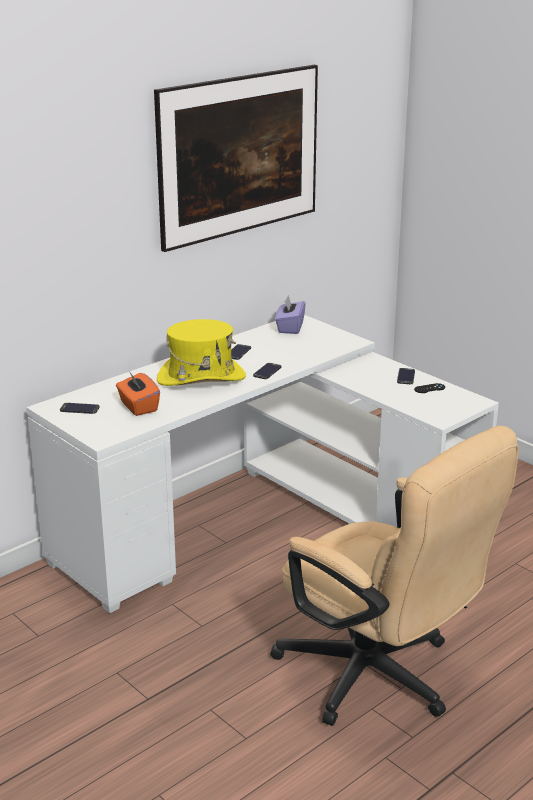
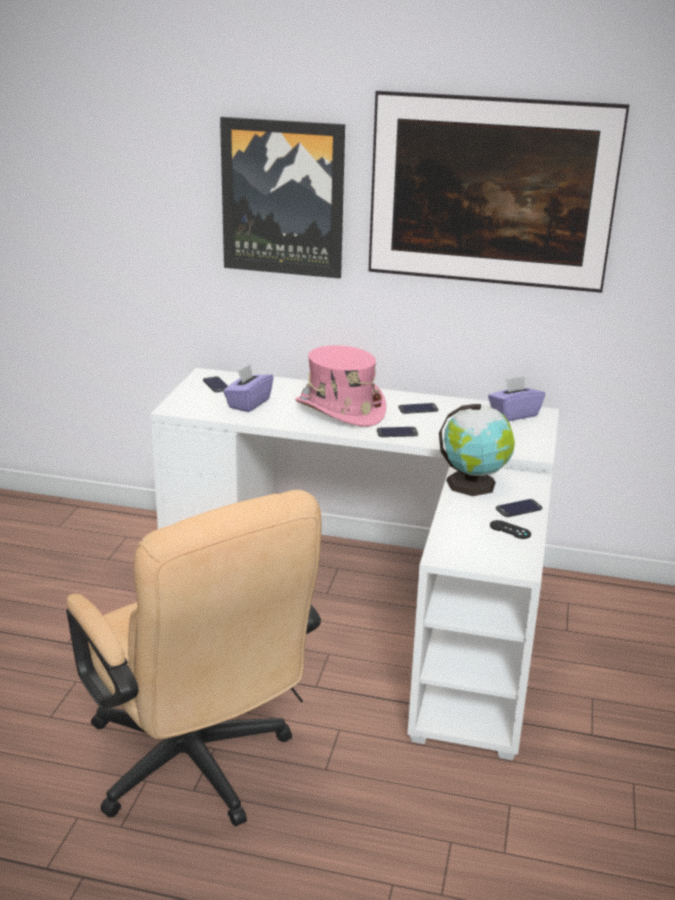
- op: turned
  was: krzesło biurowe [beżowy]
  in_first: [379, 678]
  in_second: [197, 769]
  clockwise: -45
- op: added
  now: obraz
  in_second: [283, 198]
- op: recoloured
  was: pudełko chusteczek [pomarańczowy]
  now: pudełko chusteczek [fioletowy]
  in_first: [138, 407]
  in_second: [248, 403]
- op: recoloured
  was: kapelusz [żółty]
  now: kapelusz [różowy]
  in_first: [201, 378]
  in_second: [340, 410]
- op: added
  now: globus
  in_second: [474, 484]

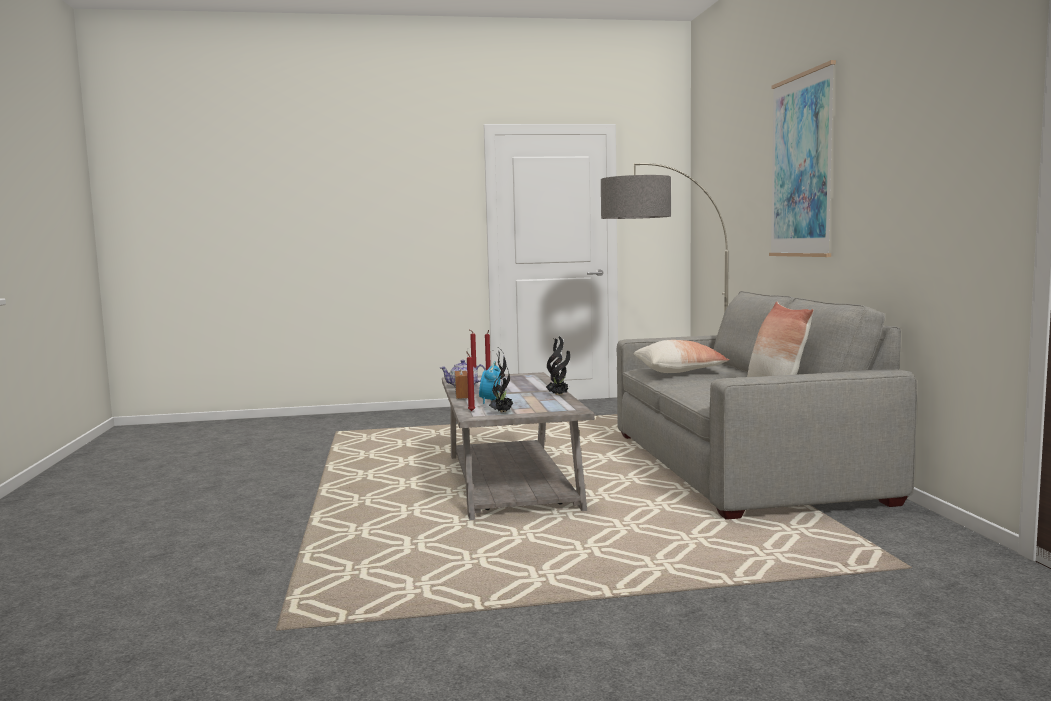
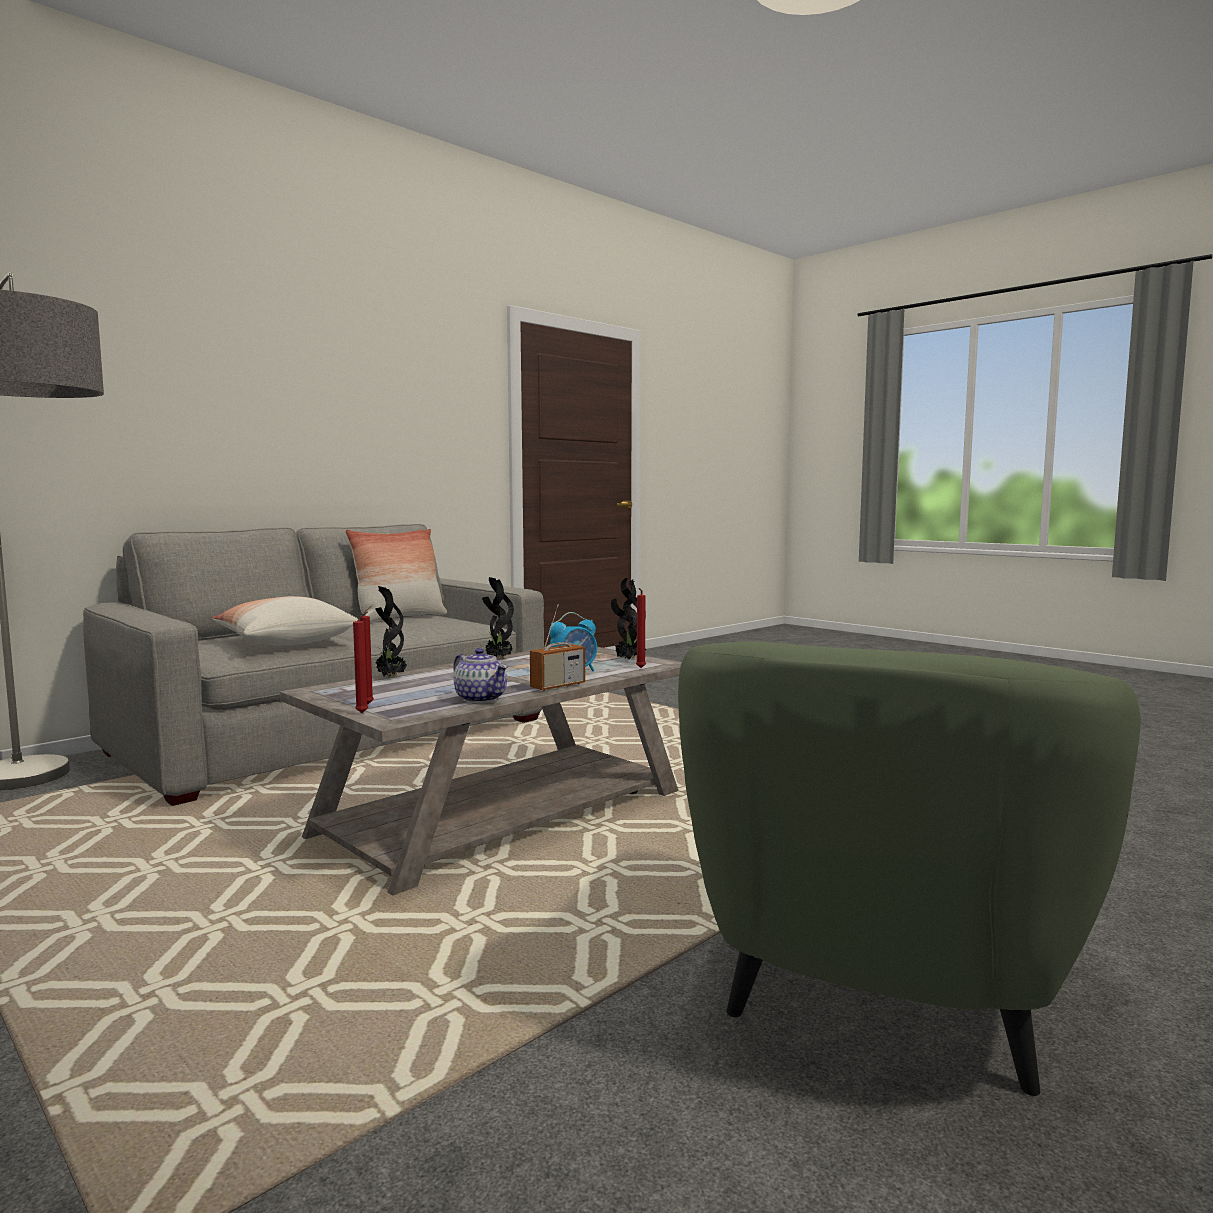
- op: added
  now: roślina doniczkowa
  in_second: [390, 677]
- op: added
  now: fotel [zielony]
  in_second: [886, 984]
- op: removed
  was: obraz
  in_first: [801, 166]

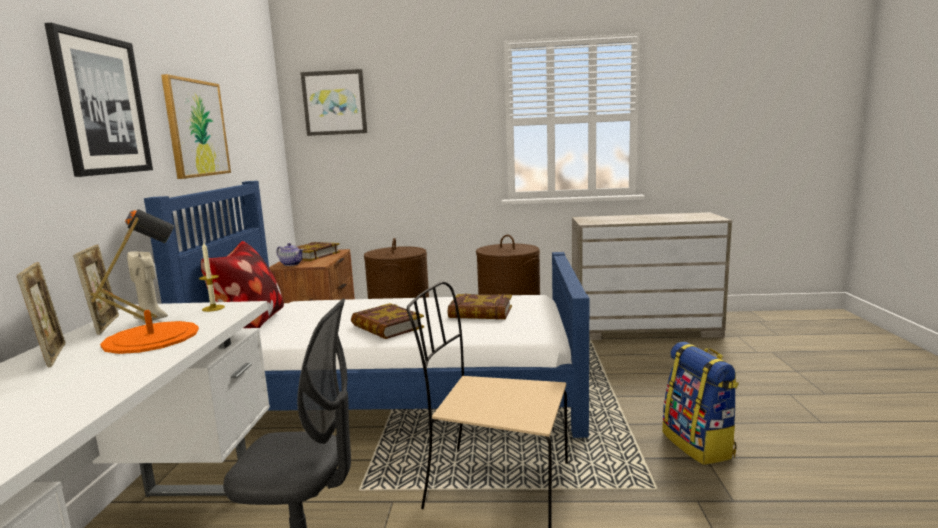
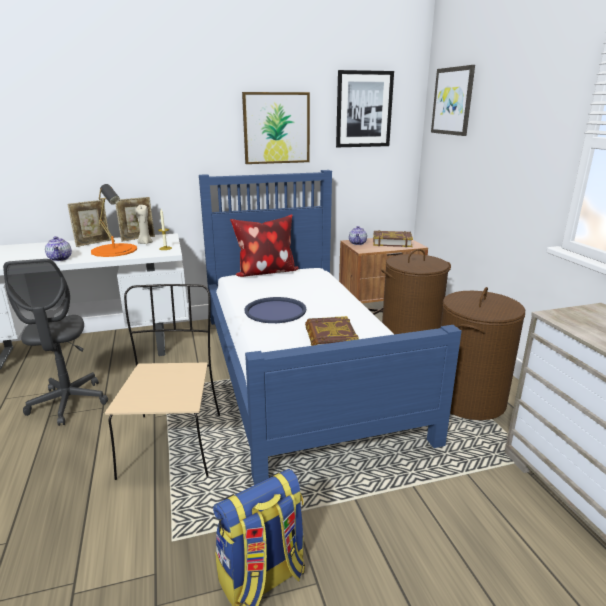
- op: added
  now: imbryk
  in_second: [60, 259]
- op: replaced
  was: książka
  now: taca [niebieski]
  in_first: [387, 327]
  in_second: [275, 311]
- op: moved
  was: obraz
  in_first: [102, 105]
  in_second: [364, 109]

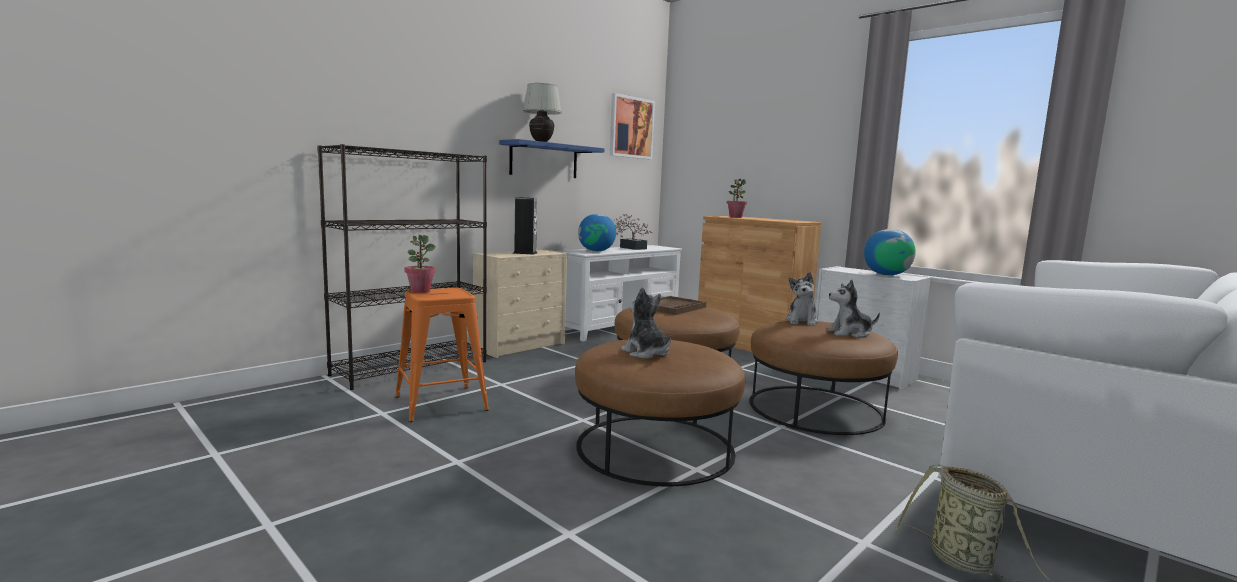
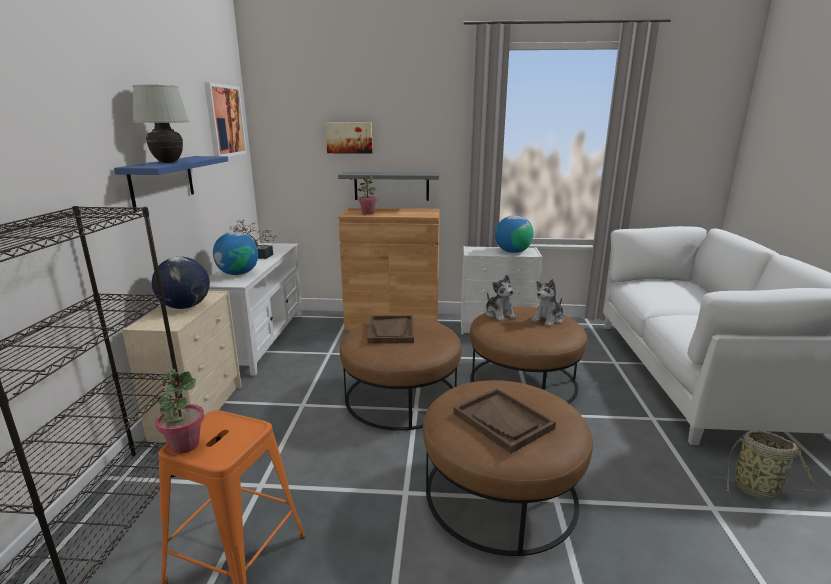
- op: replaced
  was: głośnik
  now: globus
  in_first: [525, 253]
  in_second: [185, 307]
- op: added
  now: obraz
  in_second: [349, 137]
- op: added
  now: półka [szary]
  in_second: [391, 186]
- op: replaced
  was: pluszak
  now: taca [brązowy]
  in_first: [646, 353]
  in_second: [503, 421]

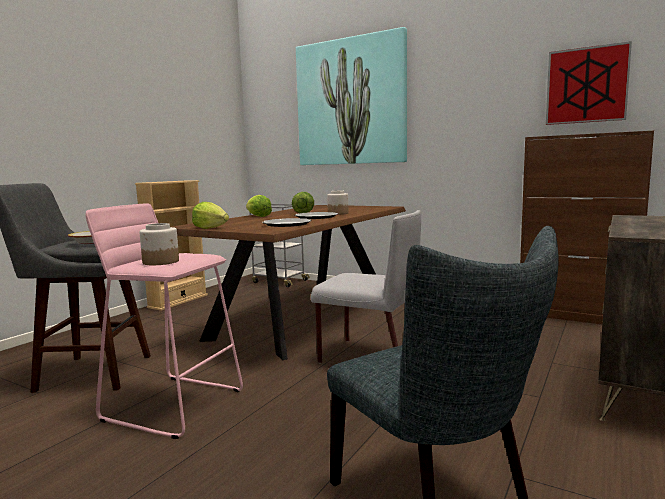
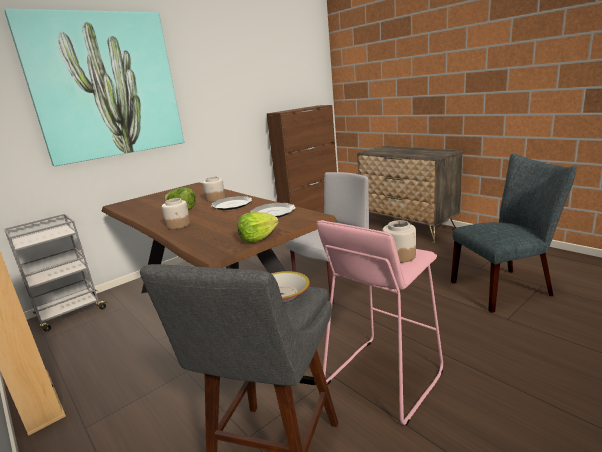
- op: replaced
  was: sałata
  now: słoik
  in_first: [258, 216]
  in_second: [178, 225]
- op: removed
  was: obraz
  in_first: [586, 85]

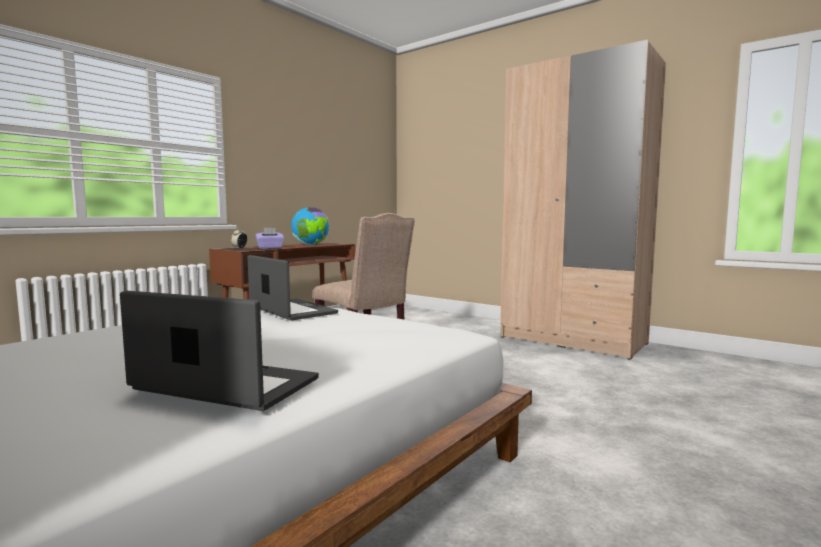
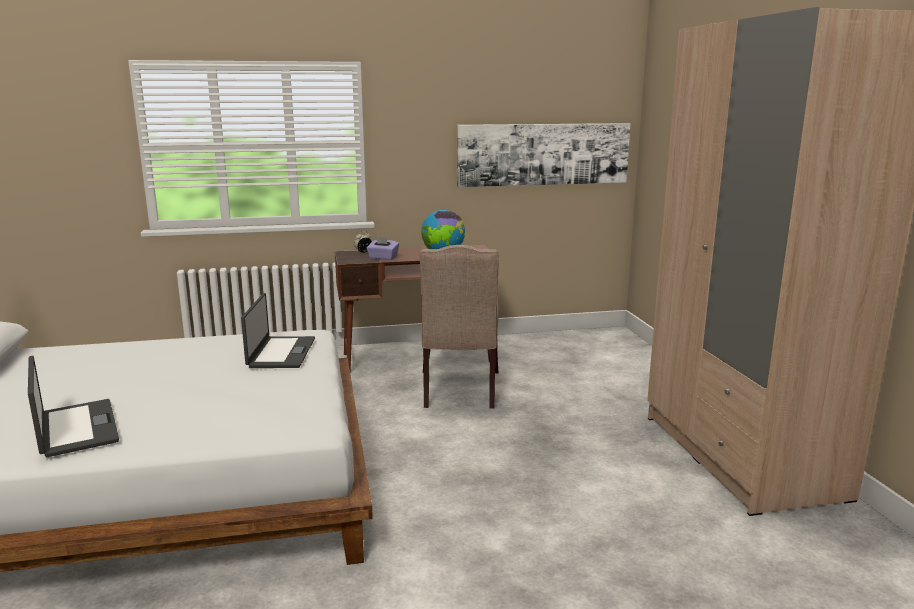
- op: added
  now: obraz
  in_second: [543, 154]

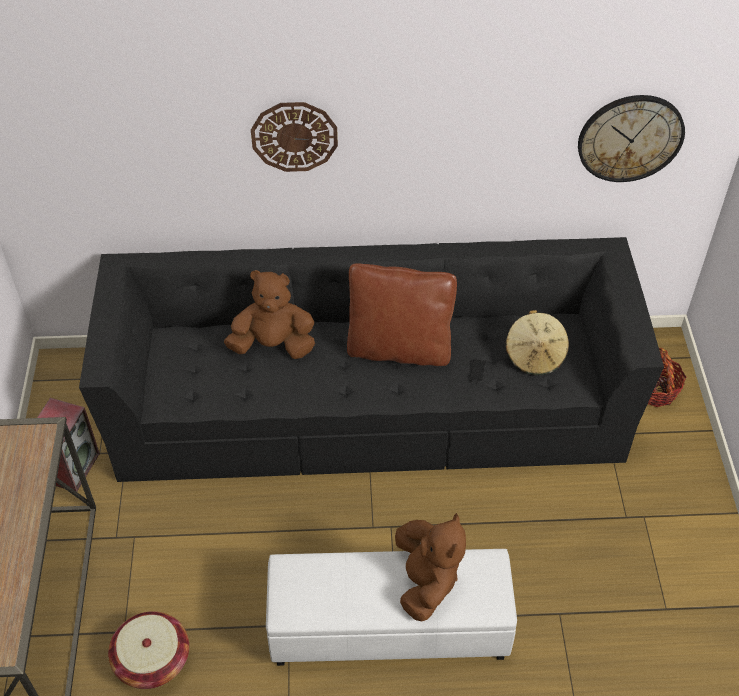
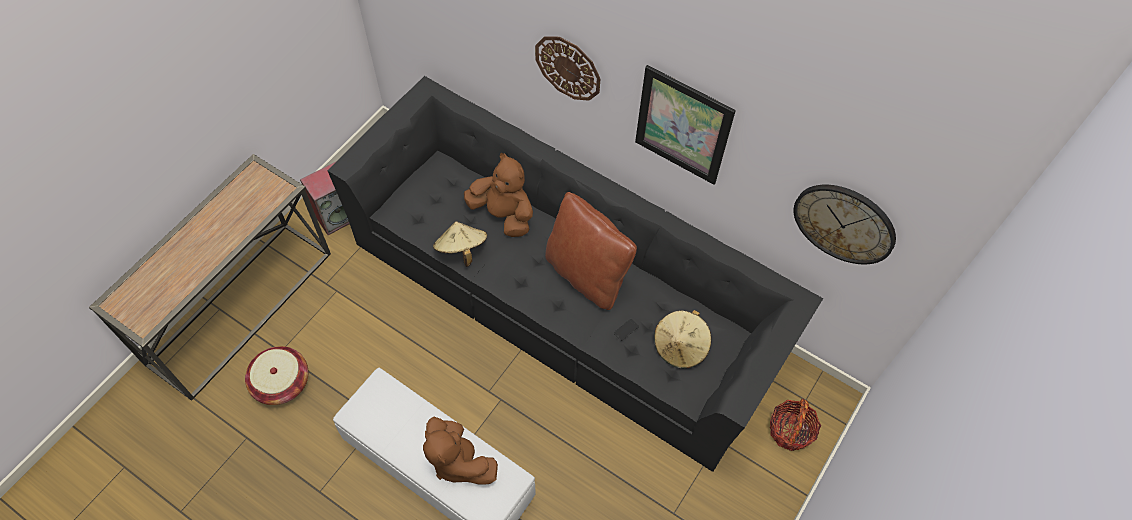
- op: turned
  was: pluszak [brązowy]
  in_first: [426, 581]
  in_second: [458, 460]
  clockwise: 105
- op: added
  now: kapelusz [beżowy]
  in_second: [461, 250]
- op: added
  now: obraz
  in_second: [682, 126]

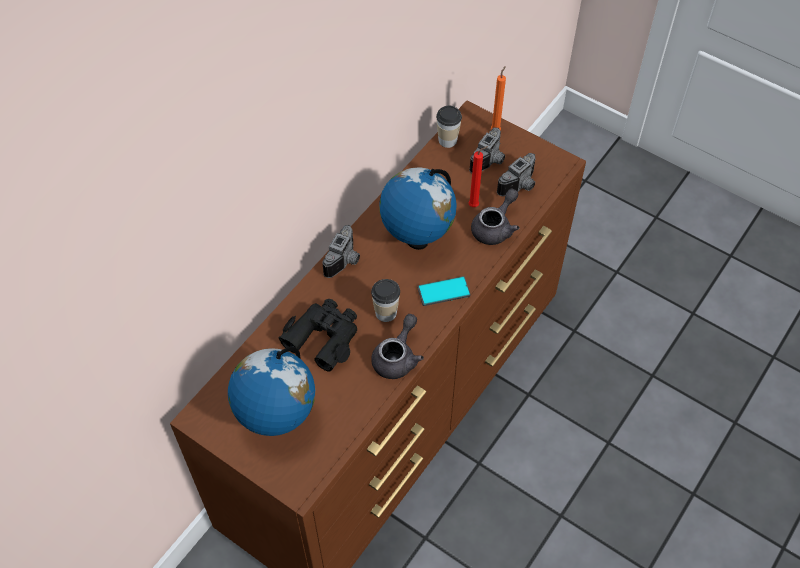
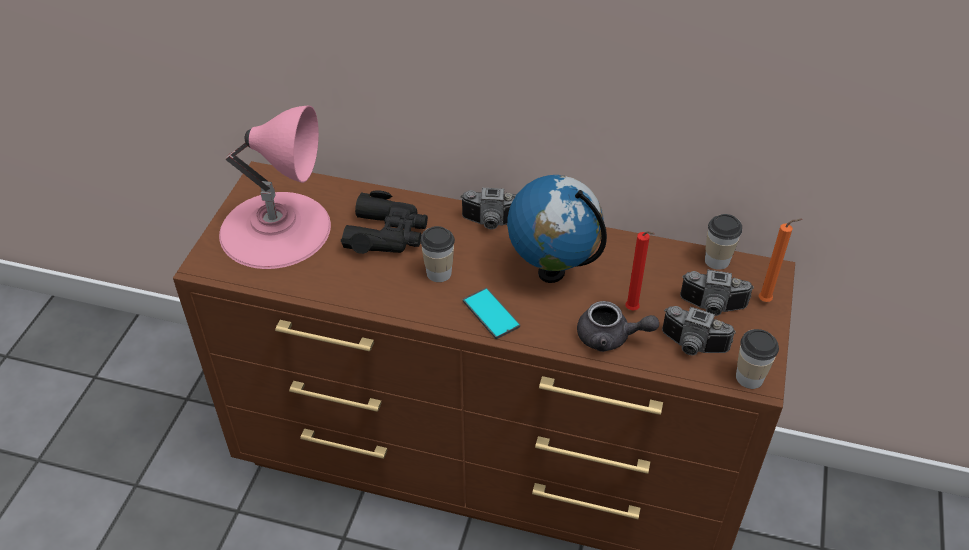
- op: replaced
  was: globus
  now: lampa stołowa [różowy]
  in_first: [277, 420]
  in_second: [275, 229]
- op: added
  now: filiżanka
  in_second: [749, 377]
- op: removed
  was: imbryk [szary]
  in_first: [397, 357]

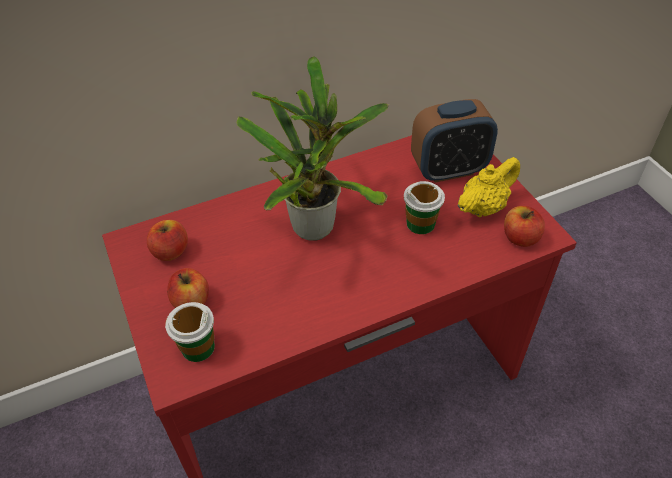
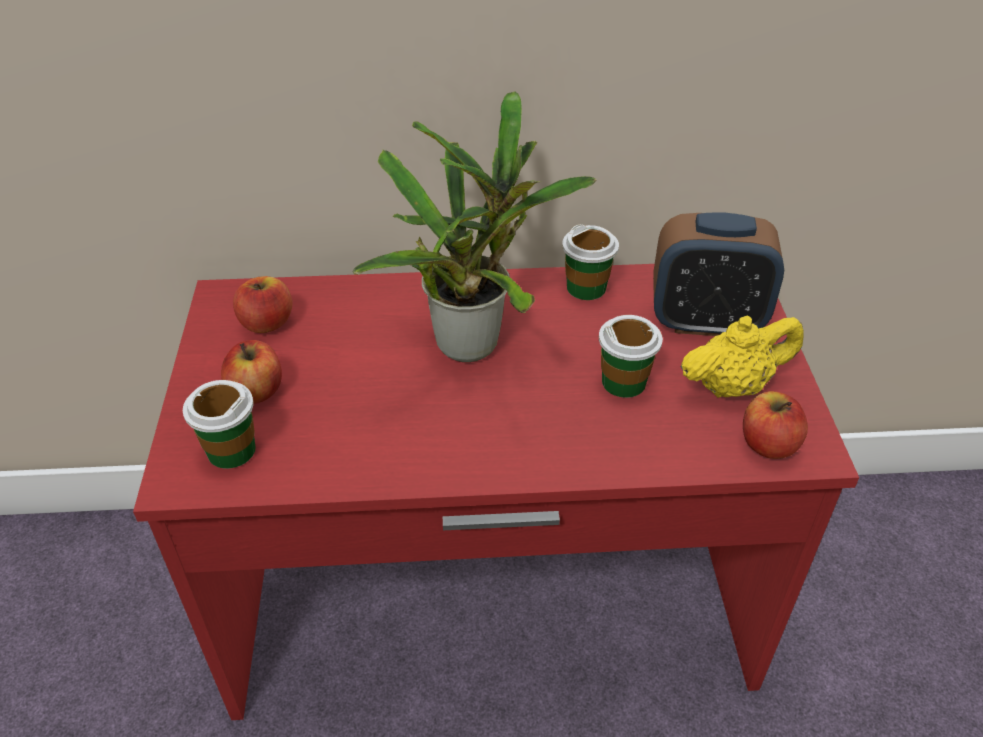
- op: added
  now: filiżanka
  in_second: [586, 288]

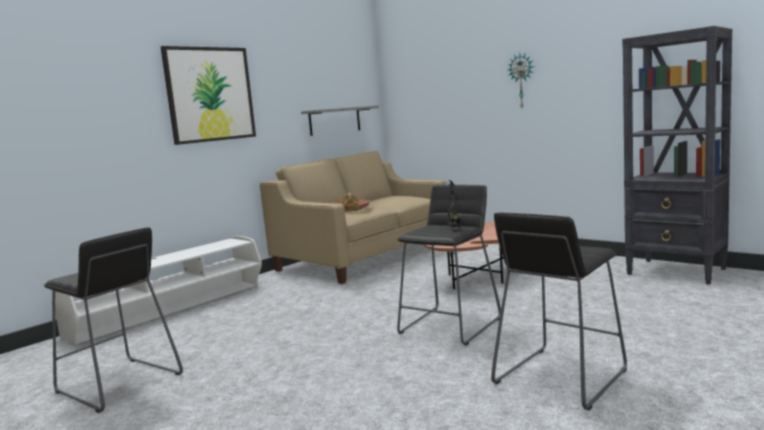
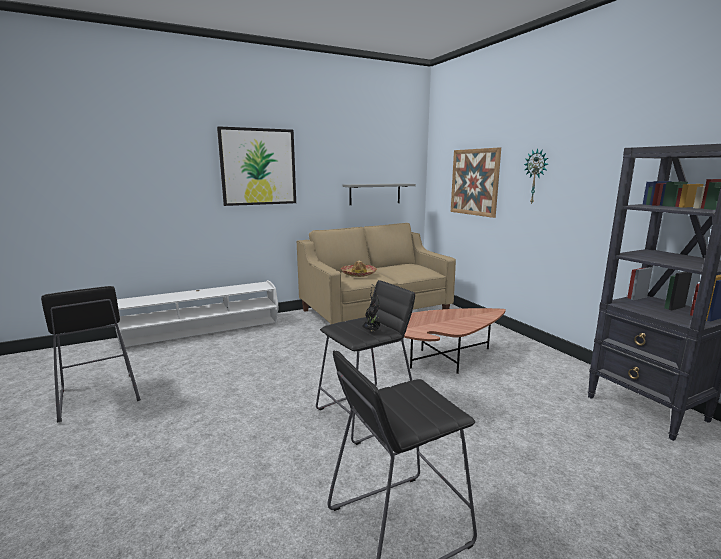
- op: added
  now: obraz
  in_second: [474, 182]

